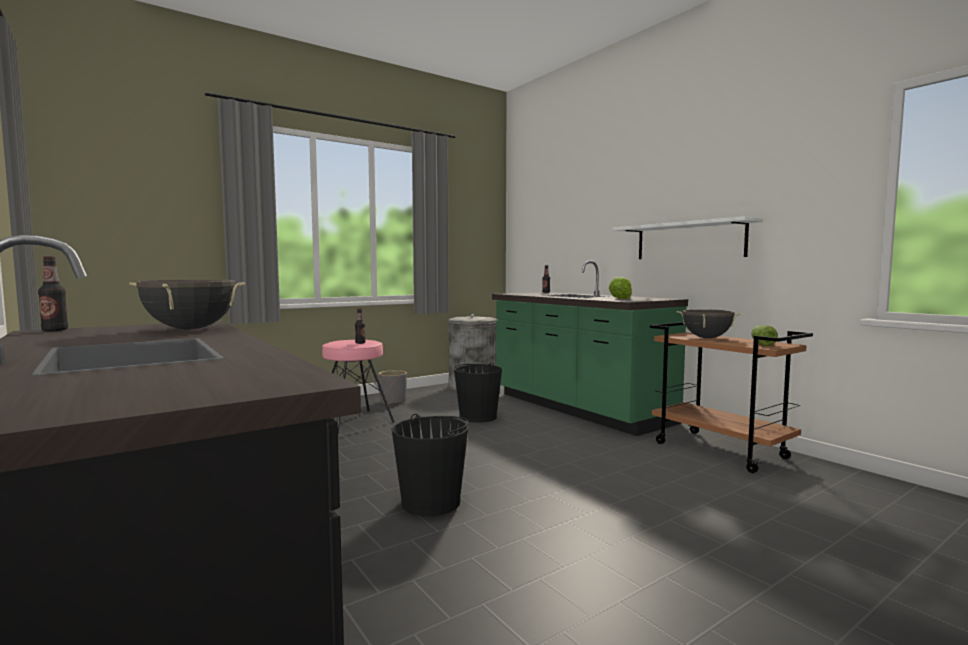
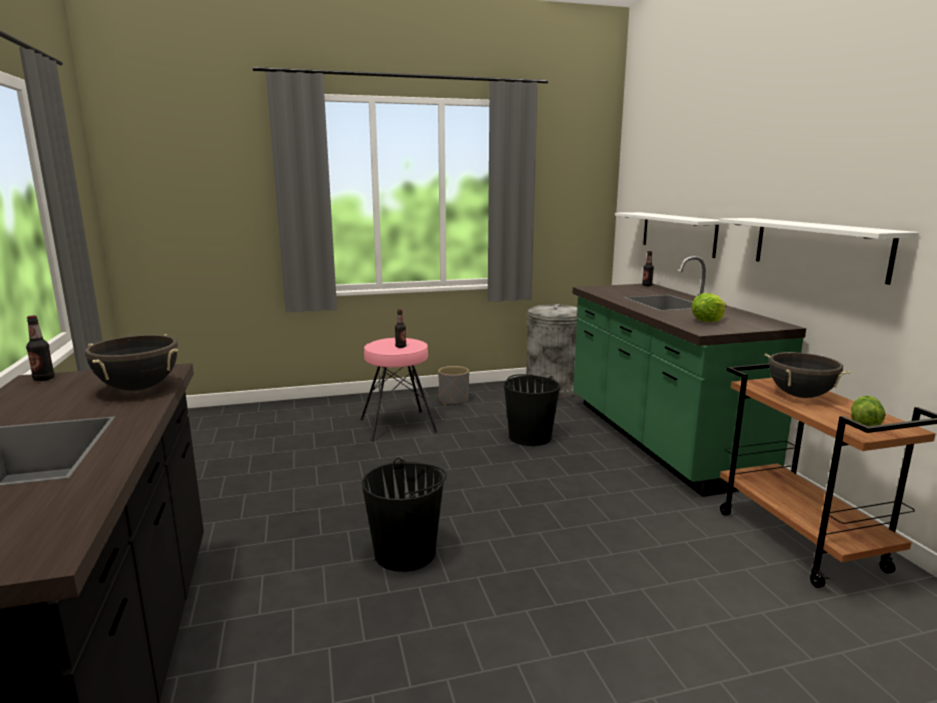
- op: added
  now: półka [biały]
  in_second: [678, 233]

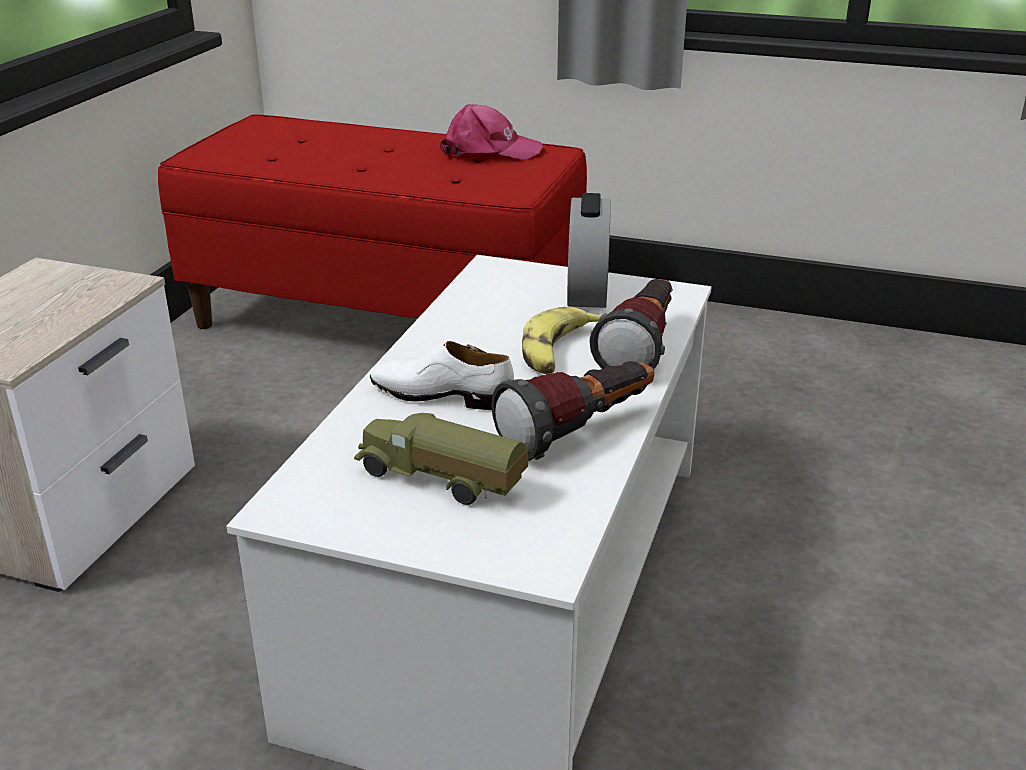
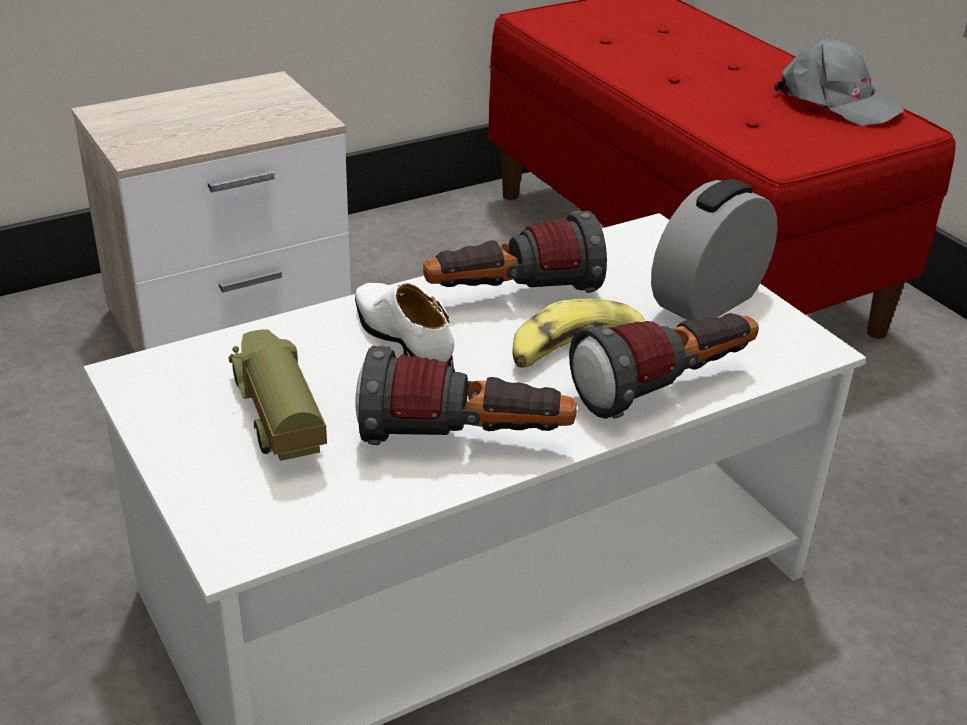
- op: added
  now: latarka
  in_second: [512, 296]
- op: recoloured
  was: czapka z daszkiem [różowy]
  now: czapka z daszkiem [szary]
  in_first: [489, 150]
  in_second: [835, 101]

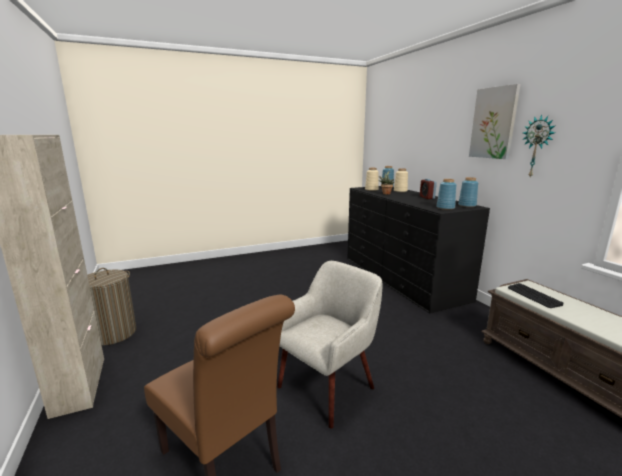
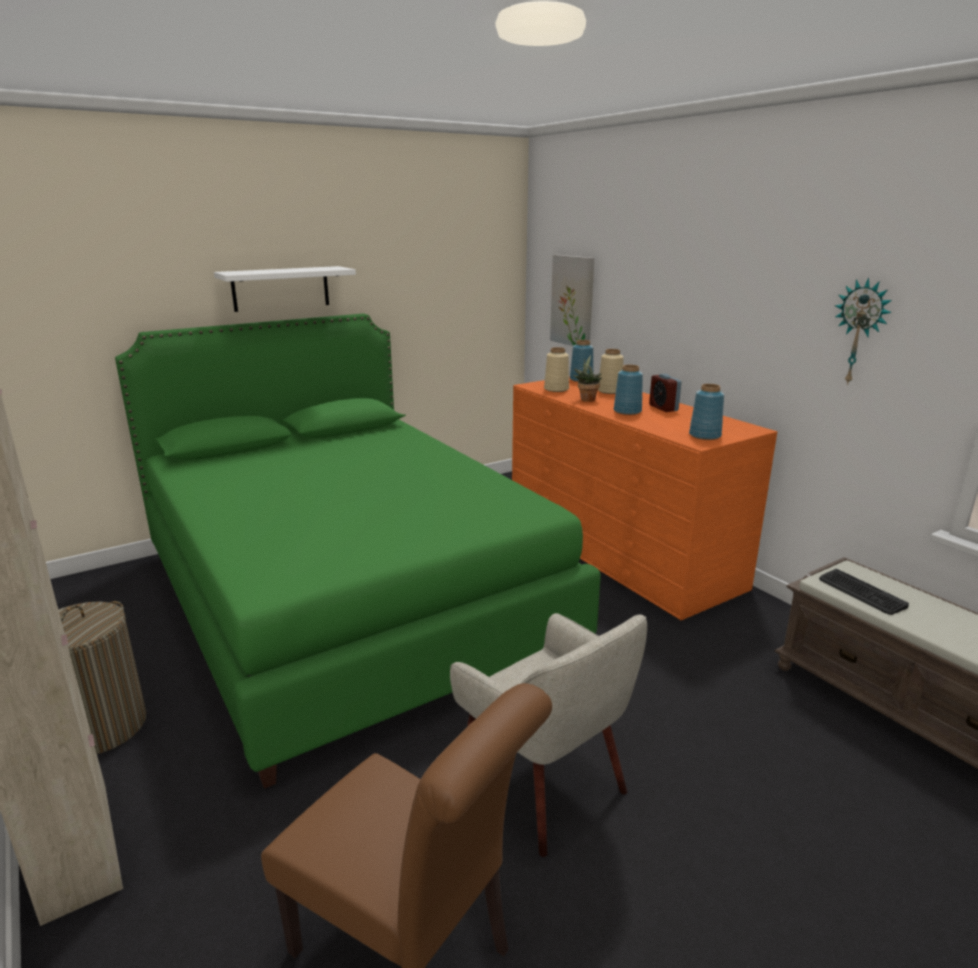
- op: added
  now: łóżko [zielony]
  in_second: [348, 599]
- op: added
  now: półka [biały]
  in_second: [281, 288]
- op: turned
  was: fotel [beżowy]
  in_first: [327, 387]
  in_second: [545, 786]
  clockwise: 105
- op: recoloured
  was: komoda [czarny]
  now: komoda [pomarańczowy]
  in_first: [402, 277]
  in_second: [619, 550]
- op: moved
  was: obraz
  in_first: [494, 123]
  in_second: [573, 301]
- op: moved
  was: wazon [niebieski]
  in_first: [467, 205]
  in_second: [628, 411]

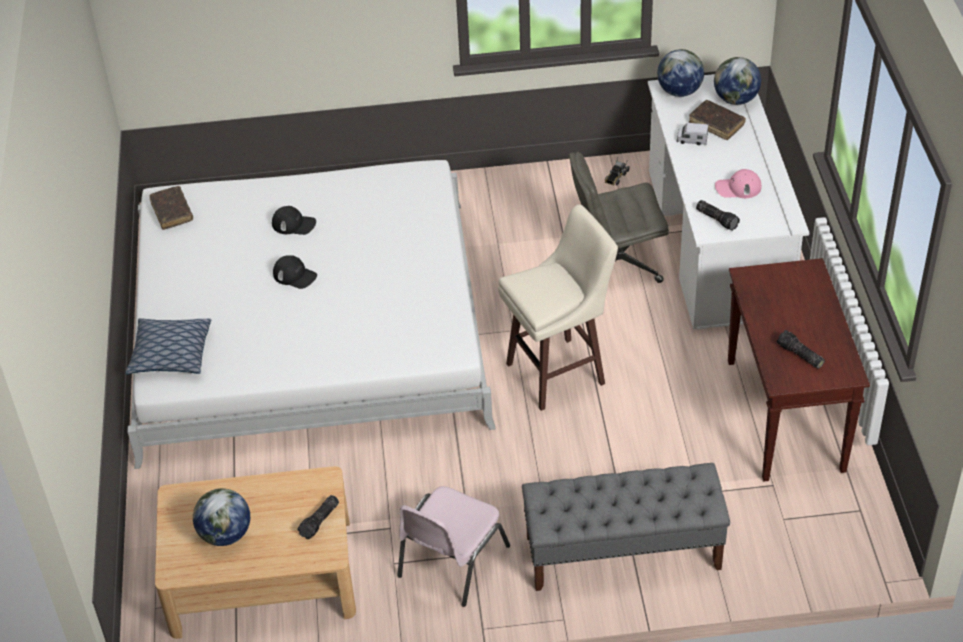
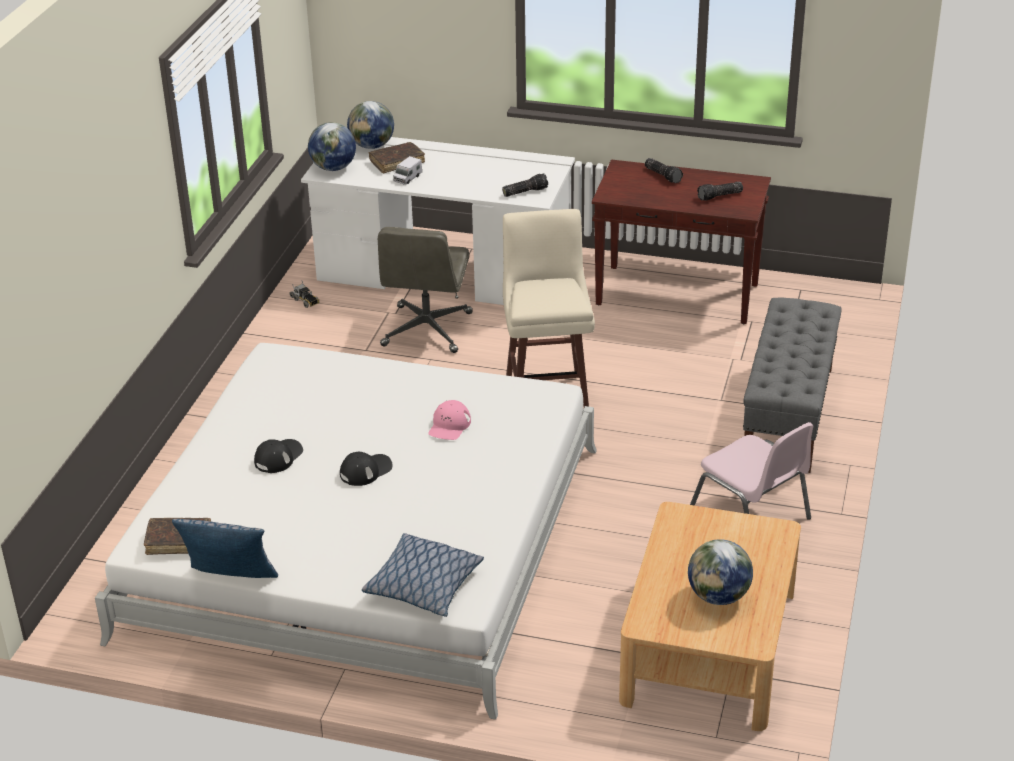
- op: added
  now: poduszka
  in_second: [232, 581]
- op: moved
  was: czapka z daszkiem [różowy]
  in_first: [738, 188]
  in_second: [449, 426]
- op: moved
  was: latarka
  in_first: [320, 522]
  in_second: [663, 175]

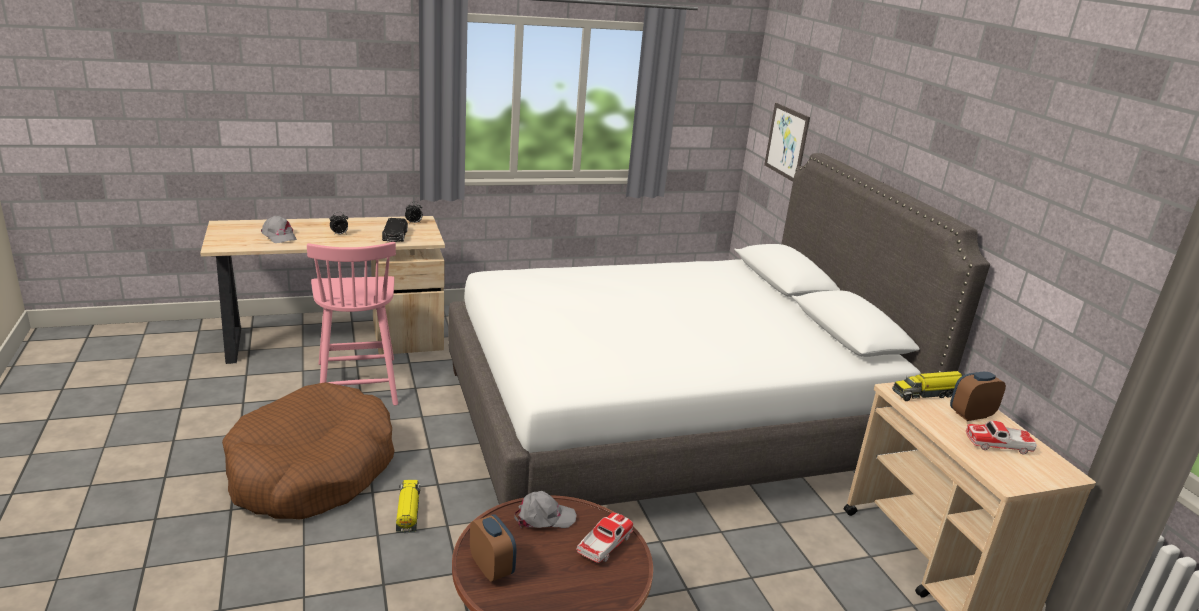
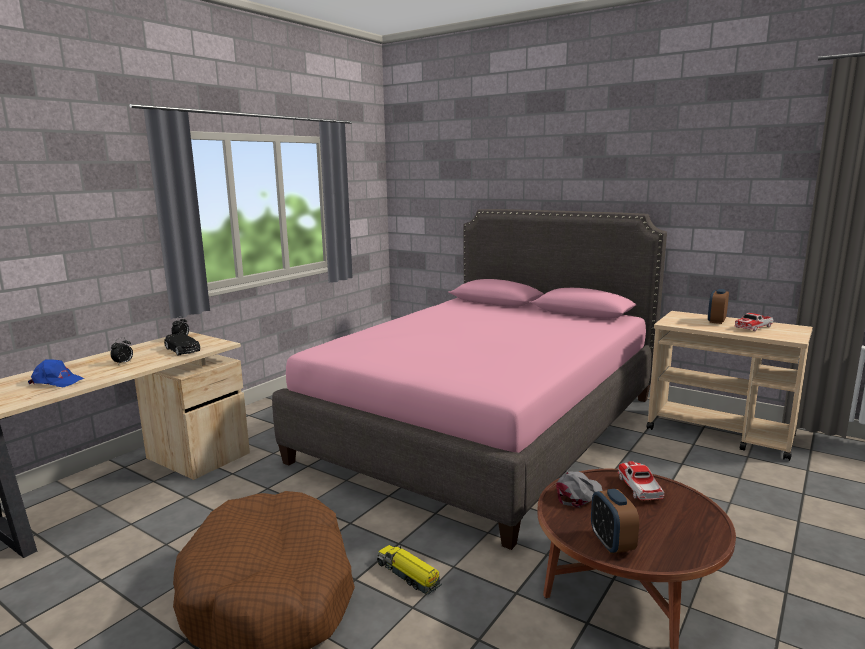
- op: recoloured
  was: czapka z daszkiem [szary]
  now: czapka z daszkiem [niebieski]
  in_first: [279, 236]
  in_second: [57, 381]
- op: recoloured
  was: łóżko [biały]
  now: łóżko [różowy]
  in_first: [669, 422]
  in_second: [484, 427]
- op: turned
  was: budzik
  in_first: [492, 568]
  in_second: [612, 543]
  clockwise: -120
- op: removed
  was: krzesło [różowy]
  in_first: [357, 382]
- op: removed
  was: obraz
  in_first: [786, 142]
- op: removed
  was: ciężarówka zabawkowa
  in_first: [927, 394]

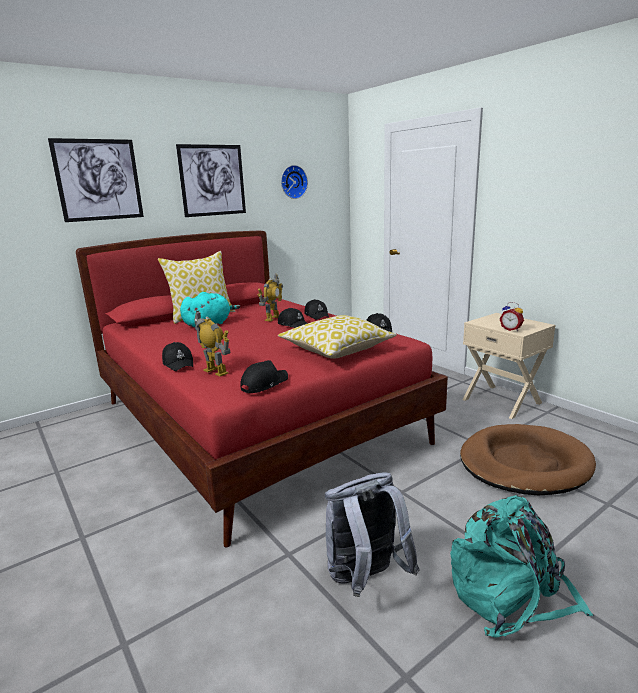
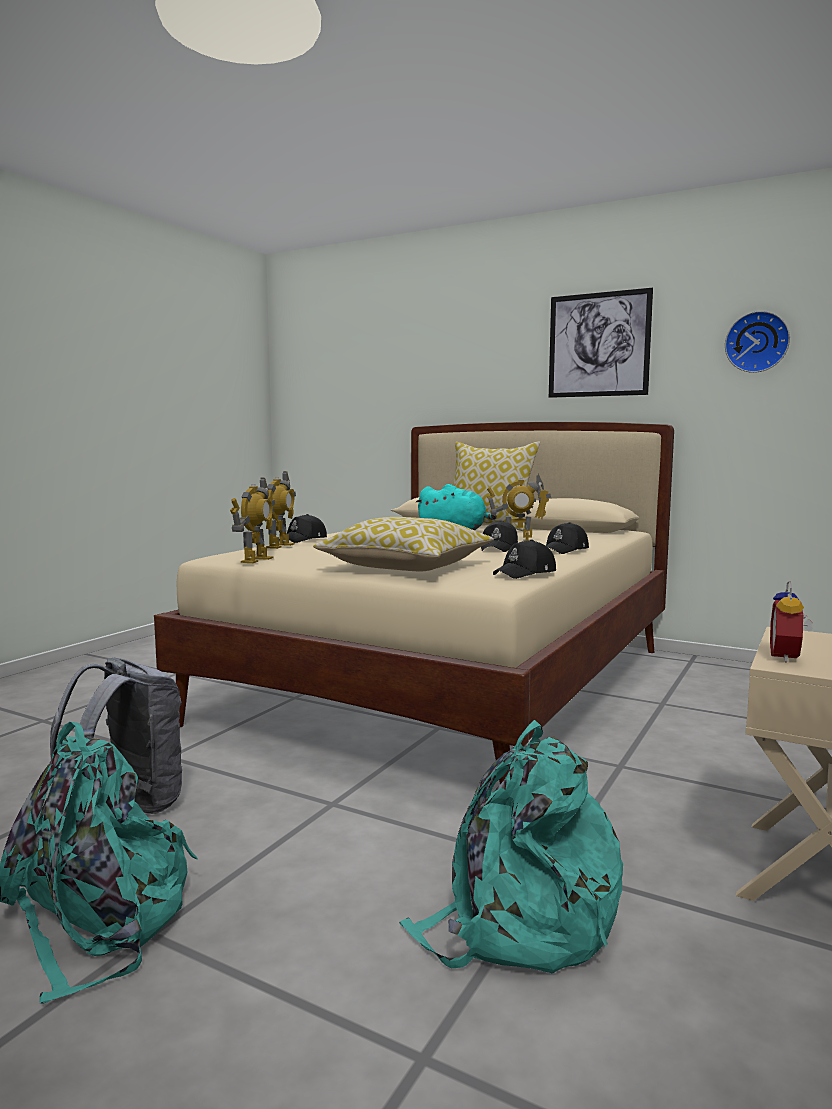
- op: recoloured
  was: łóżko [czerwony]
  now: łóżko [beżowy]
  in_first: [256, 421]
  in_second: [451, 684]
- op: replaced
  was: czapka z daszkiem [czarny]
  now: robot zabawkowy
  in_first: [264, 384]
  in_second: [256, 560]
- op: replaced
  was: legowisko [brązowy]
  now: plecak [turkusowy]
  in_first: [524, 464]
  in_second: [520, 921]
- op: removed
  was: obraz
  in_first: [98, 180]

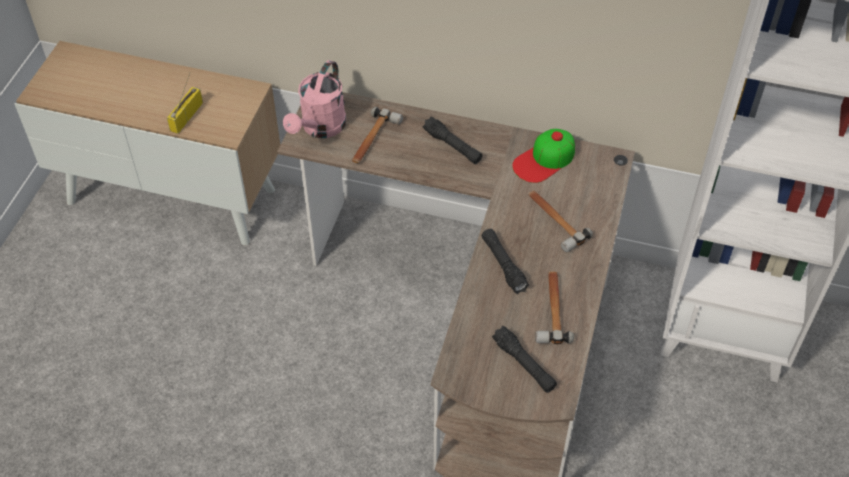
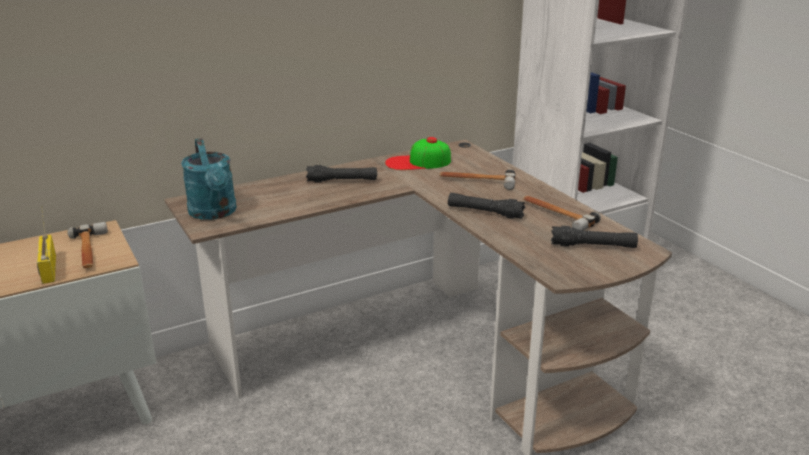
- op: moved
  was: młotek
  in_first: [373, 140]
  in_second: [89, 251]
- op: recoloured
  was: konewka [różowy]
  now: konewka [turkusowy]
  in_first: [320, 128]
  in_second: [214, 213]
- op: turned
  was: czapka z daszkiem
  in_first: [544, 160]
  in_second: [418, 162]
  clockwise: 75

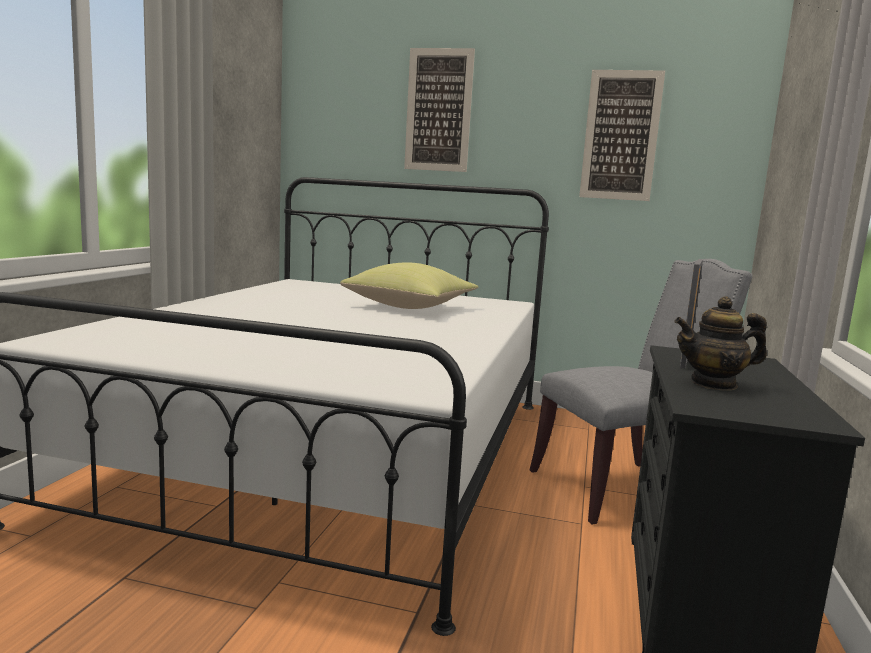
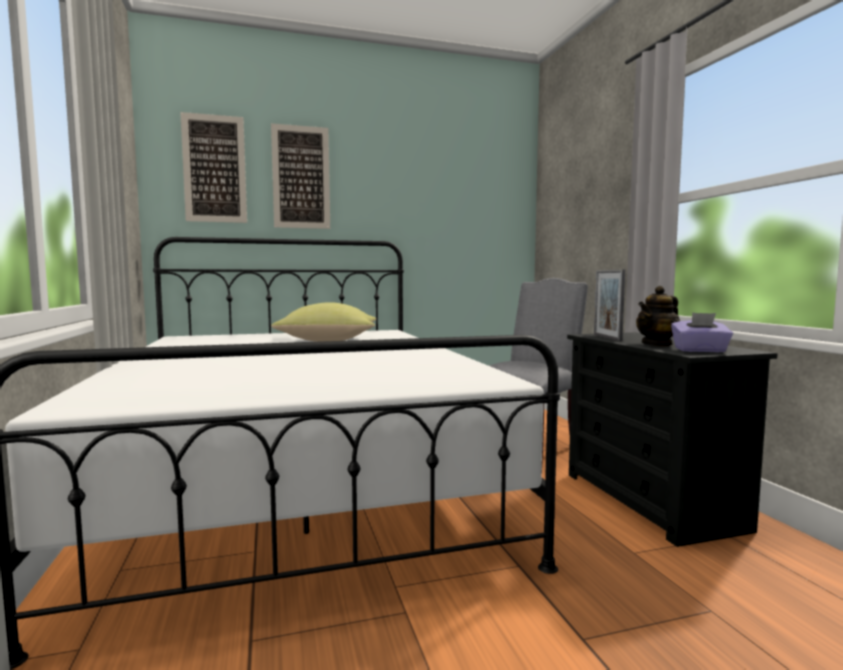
- op: moved
  was: obraz
  in_first: [620, 136]
  in_second: [214, 169]
- op: added
  now: pudełko chusteczek [fioletowy]
  in_second: [700, 350]

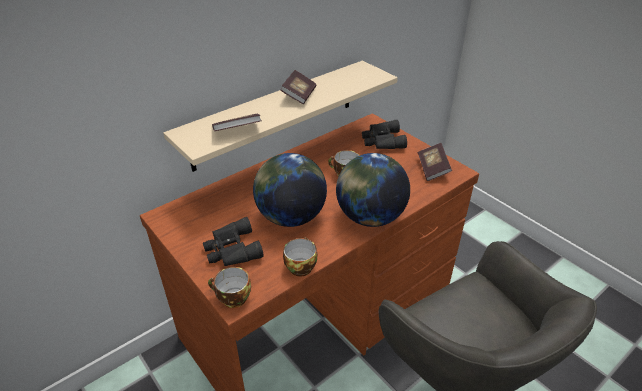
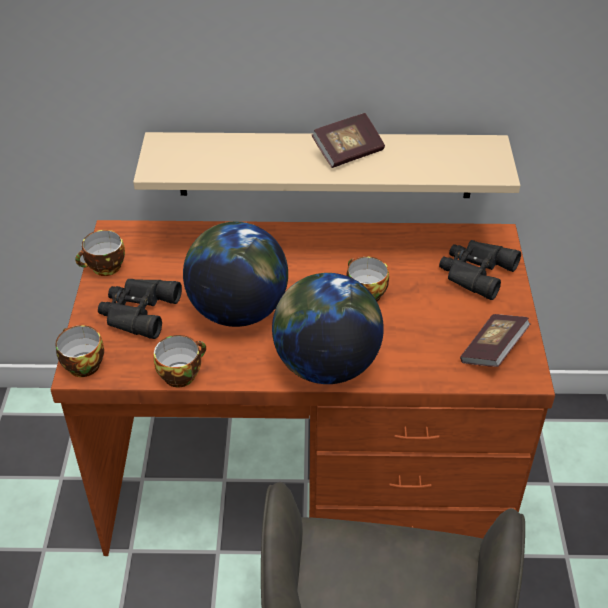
- op: added
  now: filiżanka
  in_second: [105, 268]
- op: removed
  was: książka
  in_first: [237, 131]

